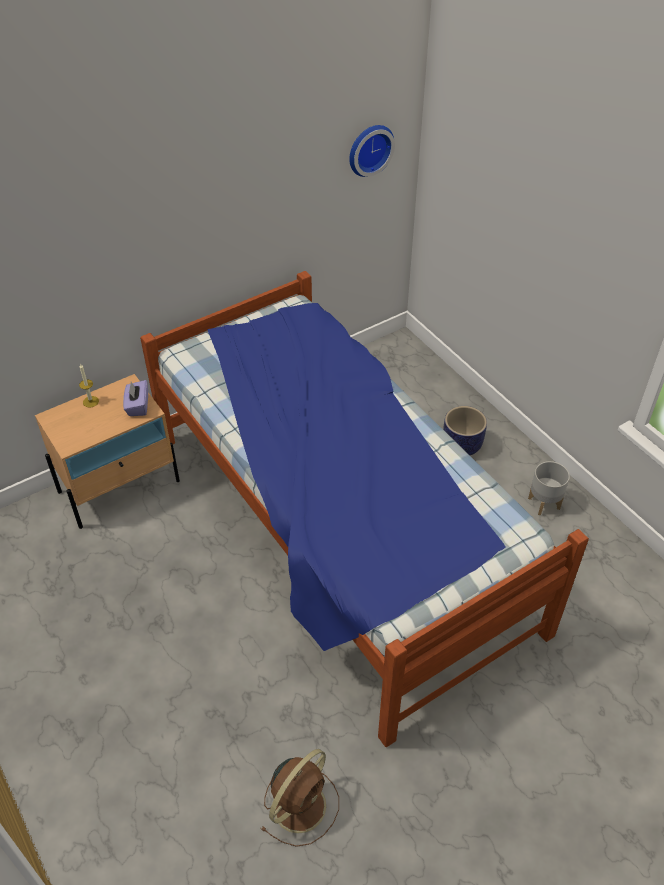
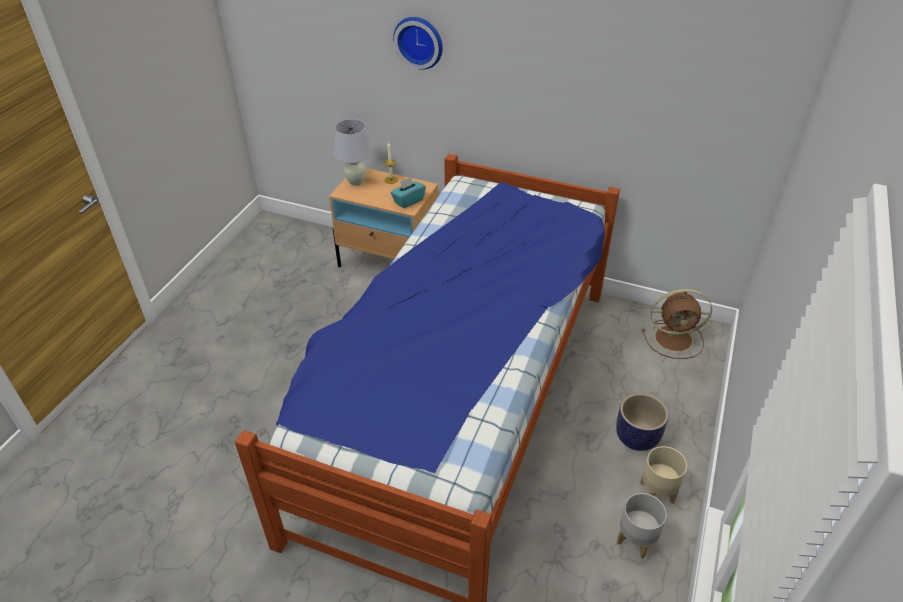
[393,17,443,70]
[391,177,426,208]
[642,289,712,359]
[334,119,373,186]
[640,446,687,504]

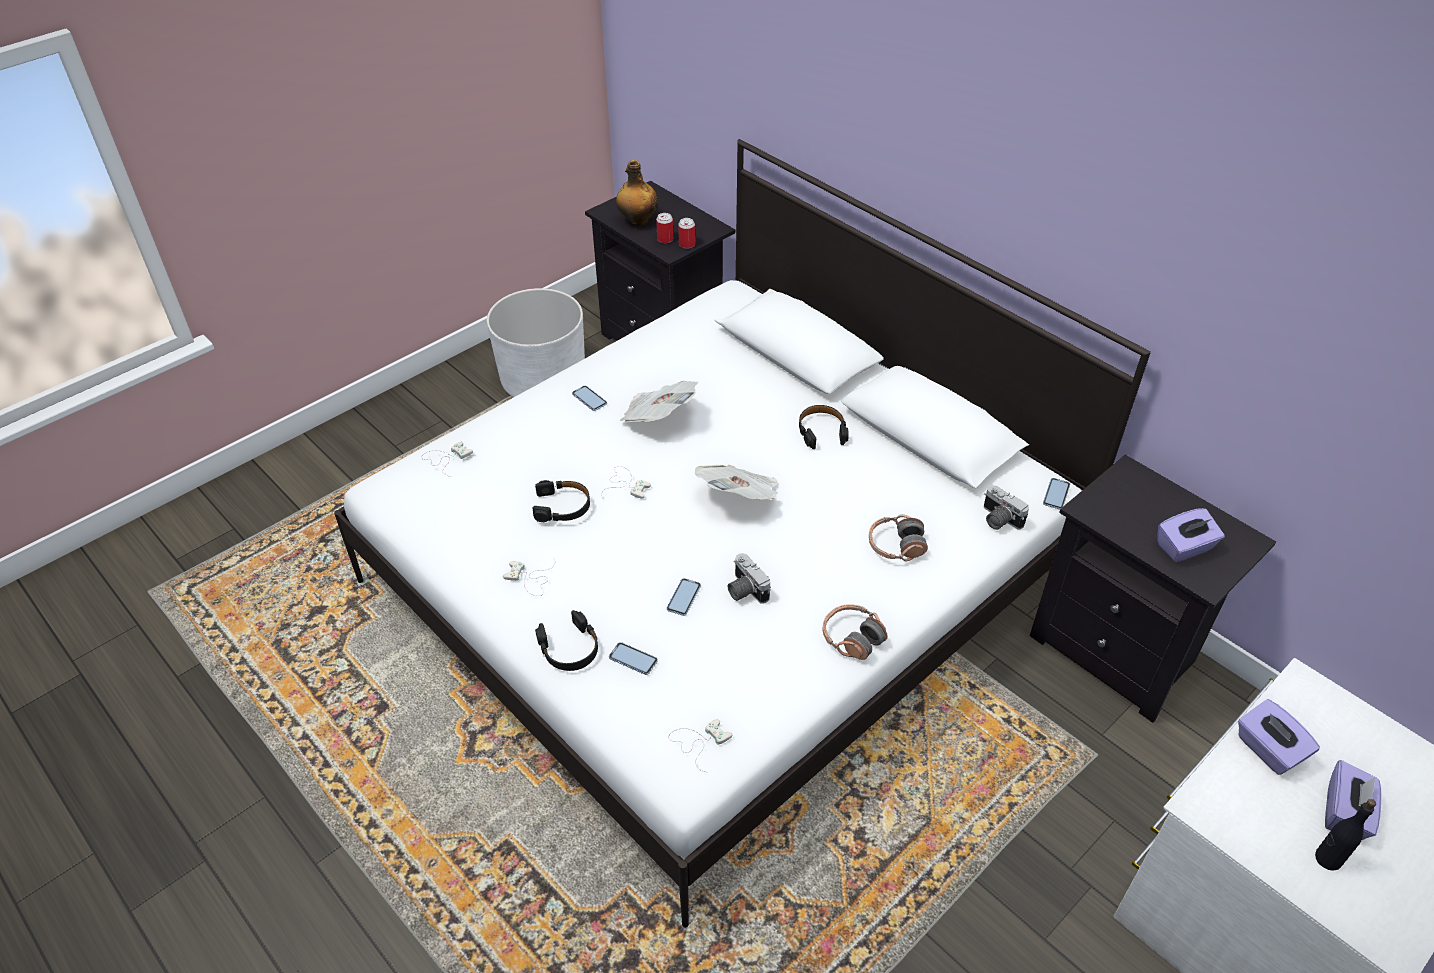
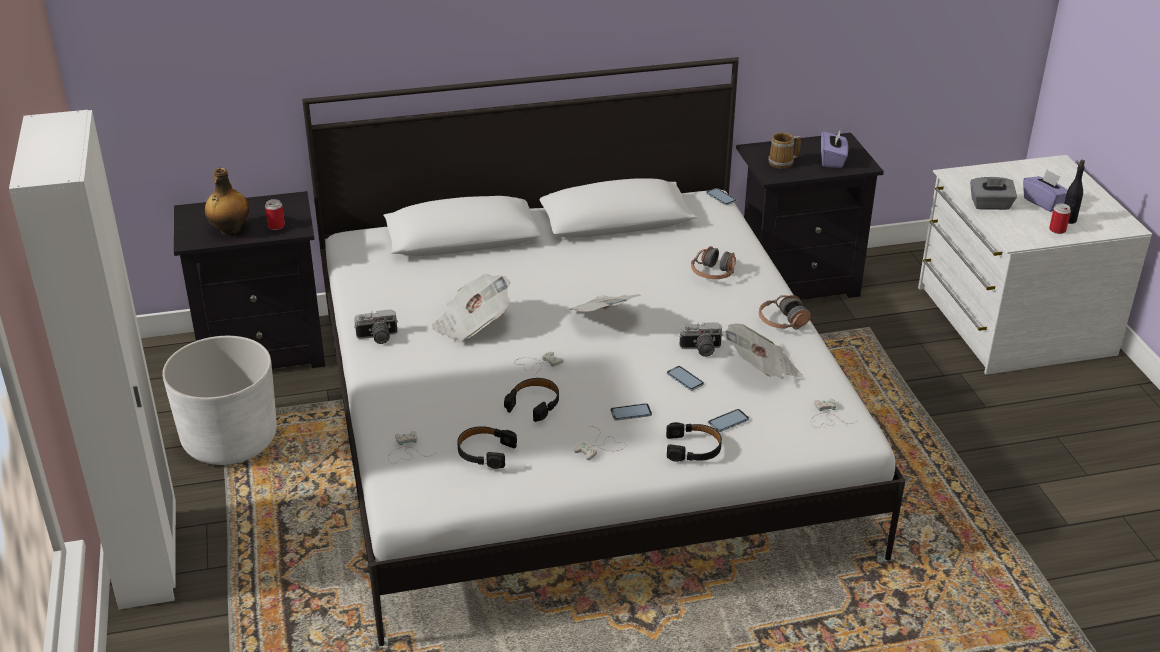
[1049,203,1071,234]
[610,403,652,421]
[457,426,517,469]
[354,309,398,344]
[970,177,1017,210]
[9,110,176,610]
[769,133,801,169]
[722,324,803,379]

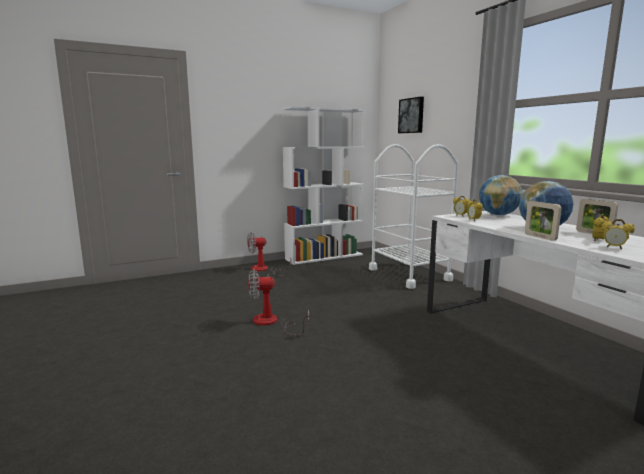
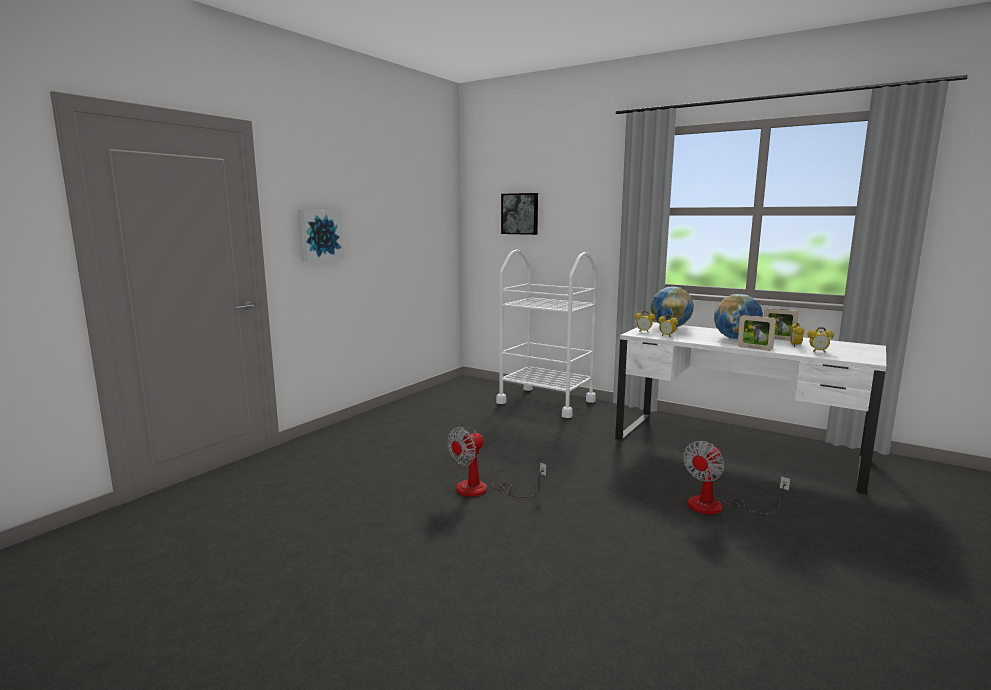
[282,106,366,265] (first image)
[683,441,790,514]
[298,210,344,262]

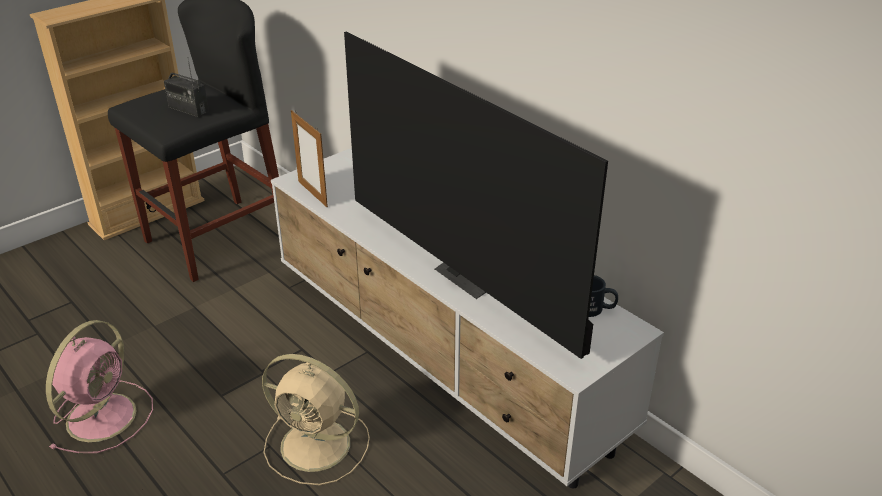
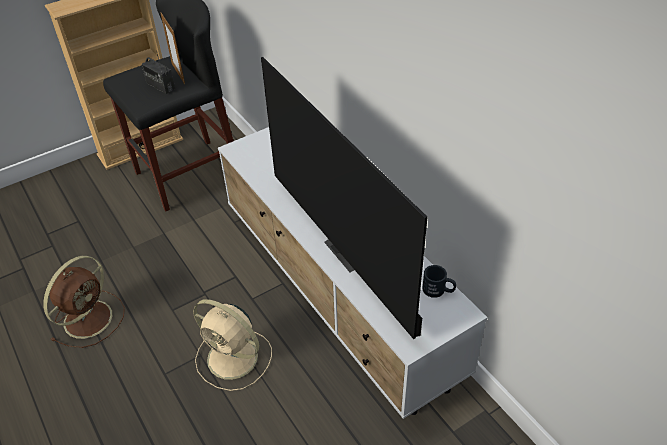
[160,12,185,84]
[43,256,125,348]

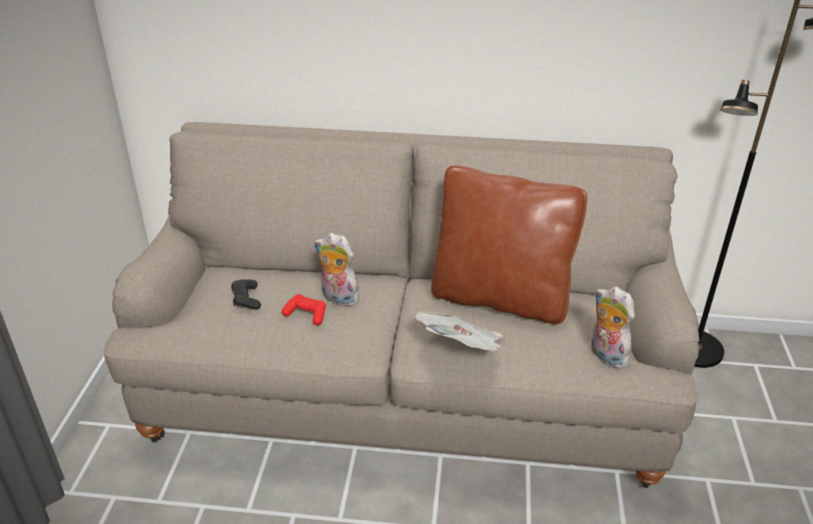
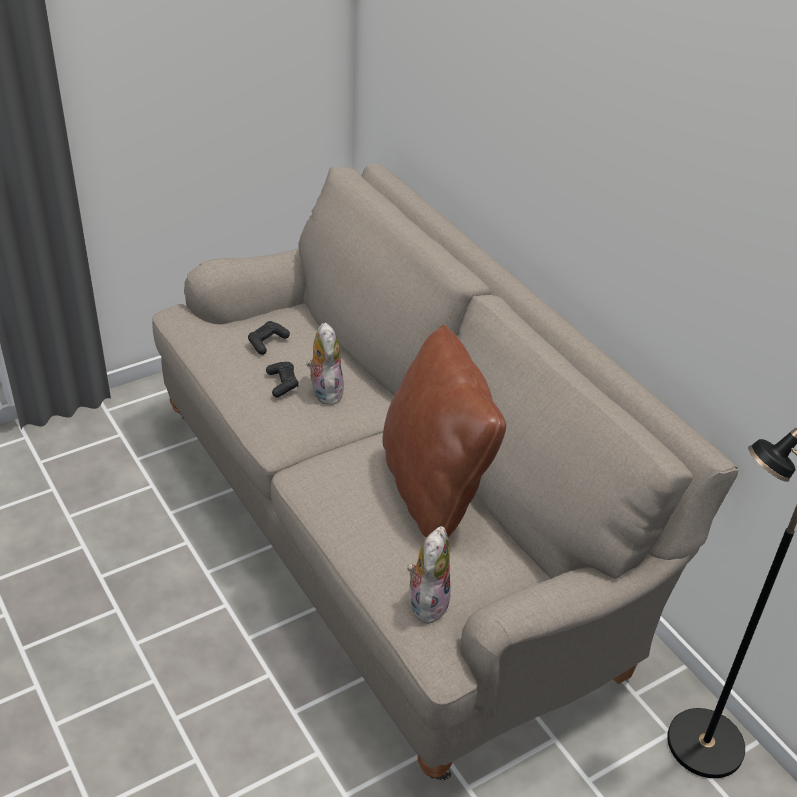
[266,362,299,397]
[415,311,503,352] (first image)

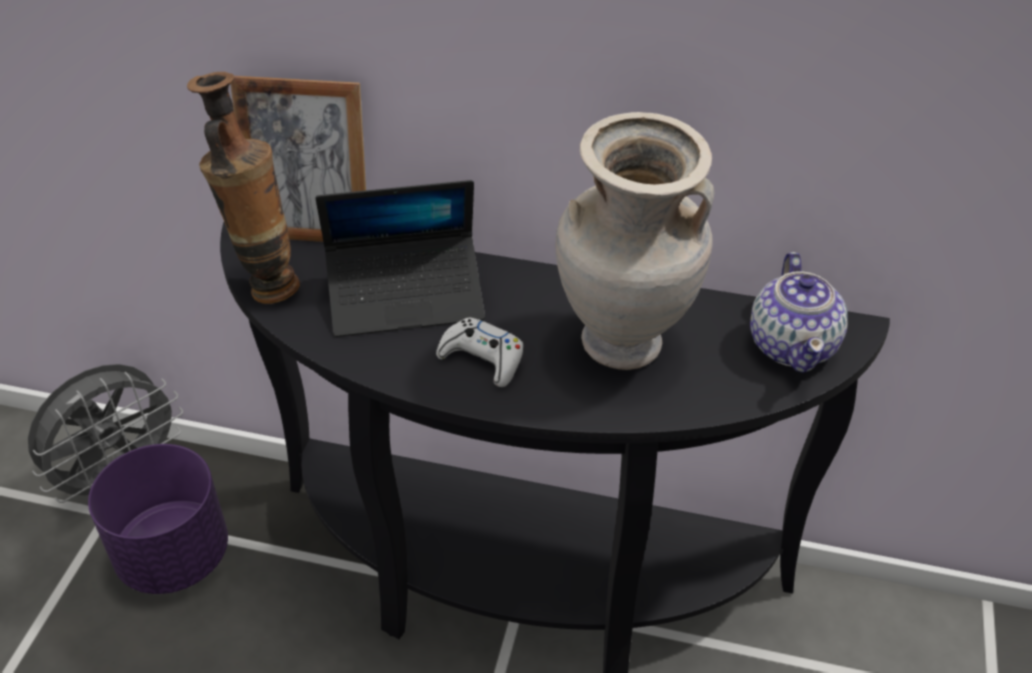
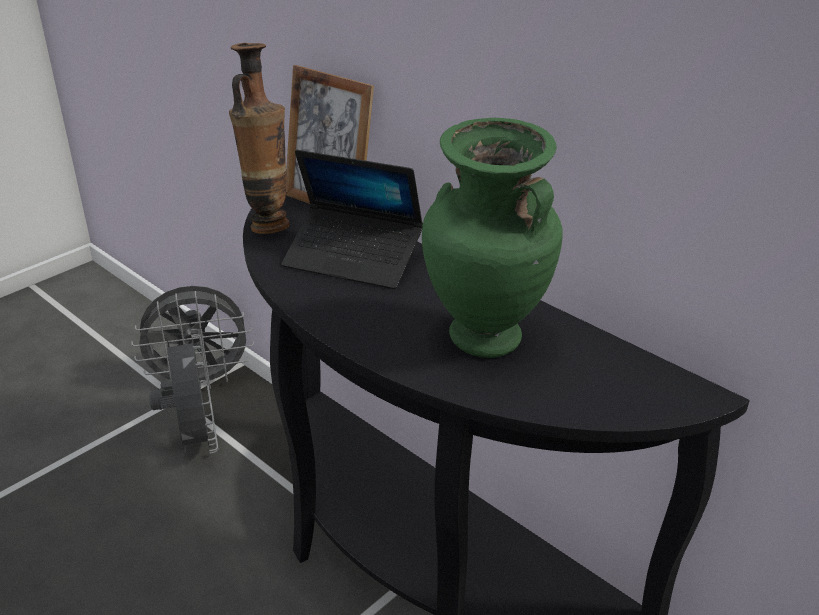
[422,118,563,358]
[750,252,848,373] (first image)
[436,317,523,387] (first image)
[149,329,219,454]

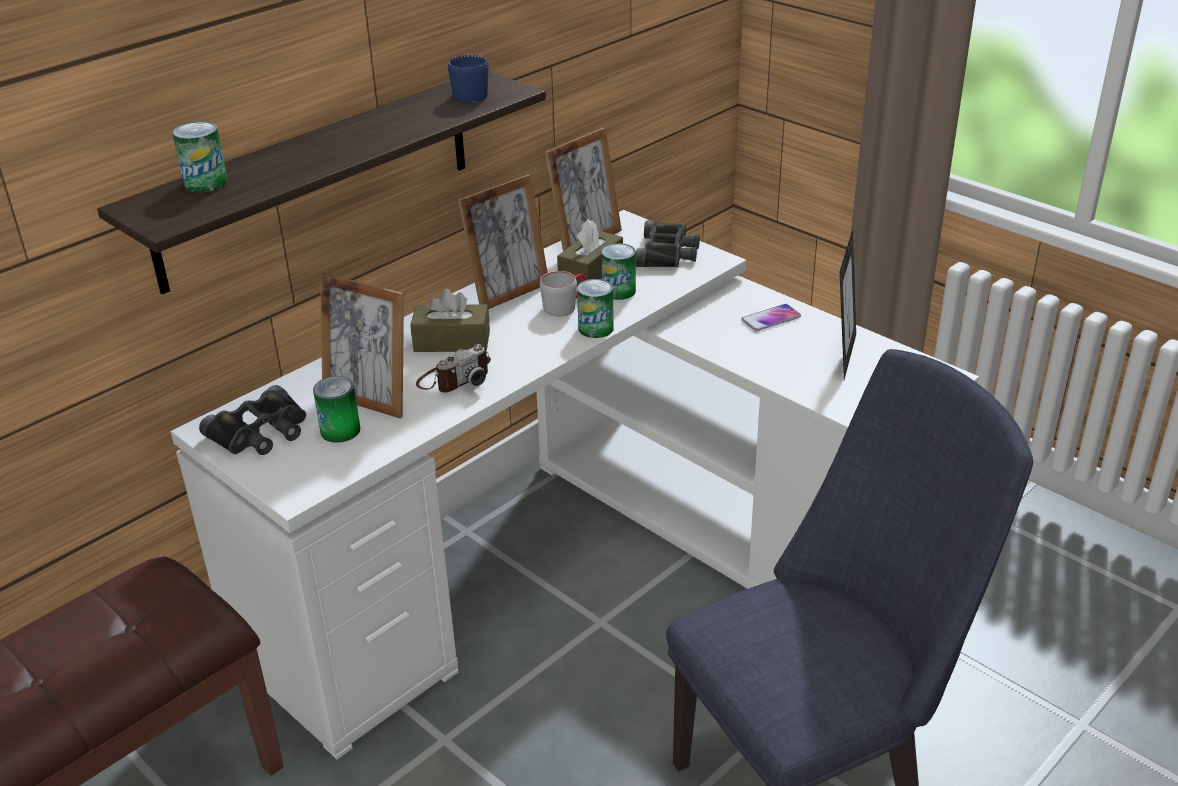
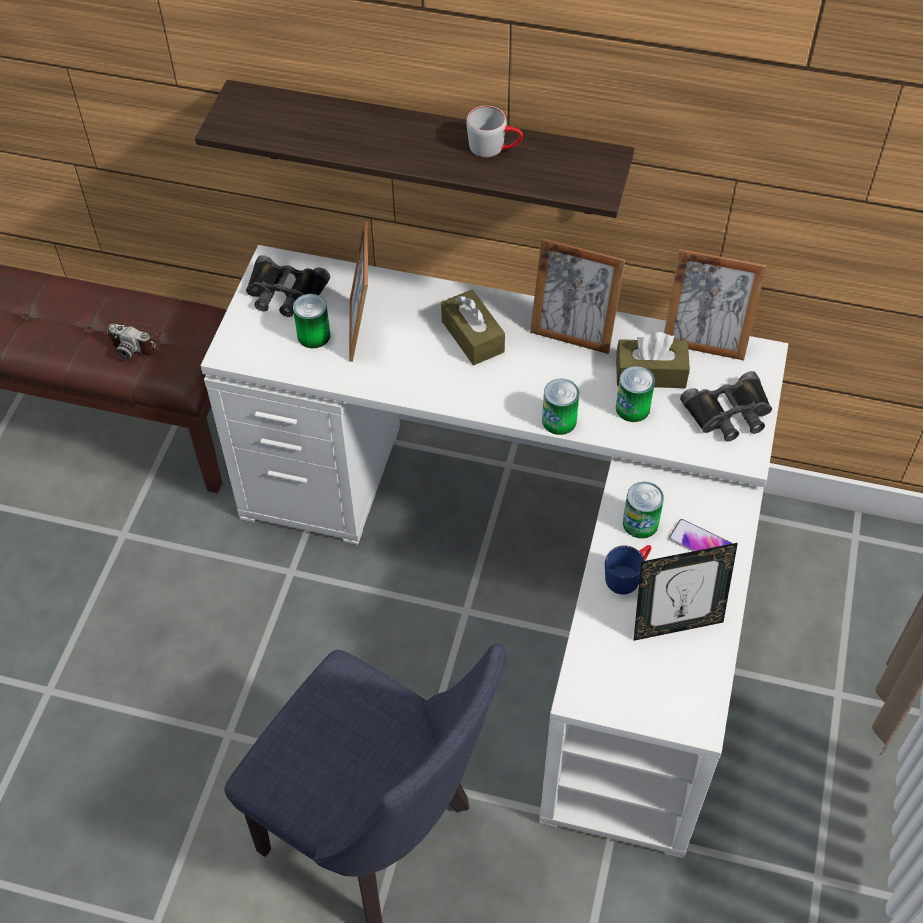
[605,545,651,594]
[623,482,664,538]
[466,106,523,157]
[106,321,162,360]

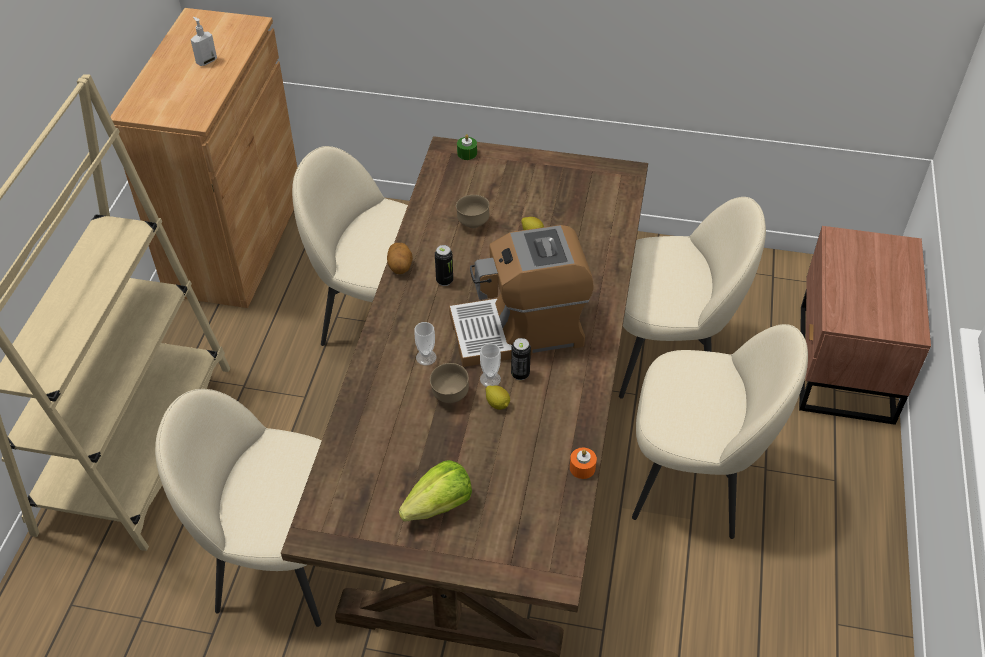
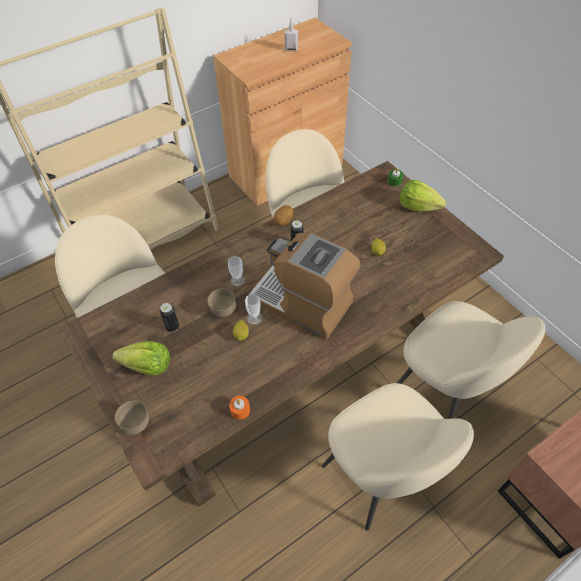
[115,401,149,435]
[160,303,179,332]
[399,180,446,212]

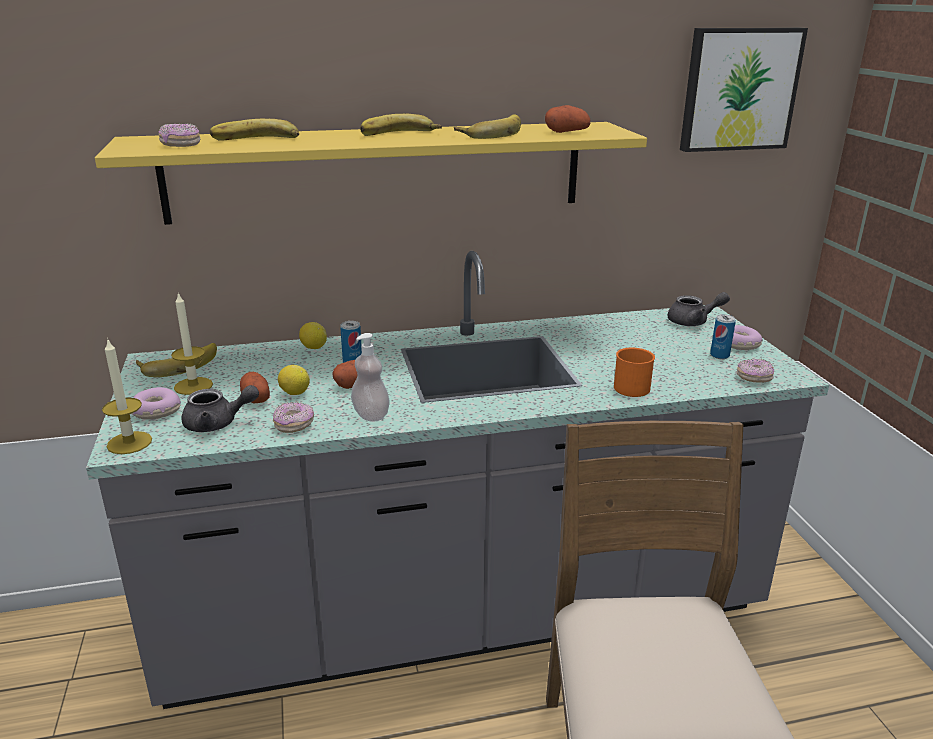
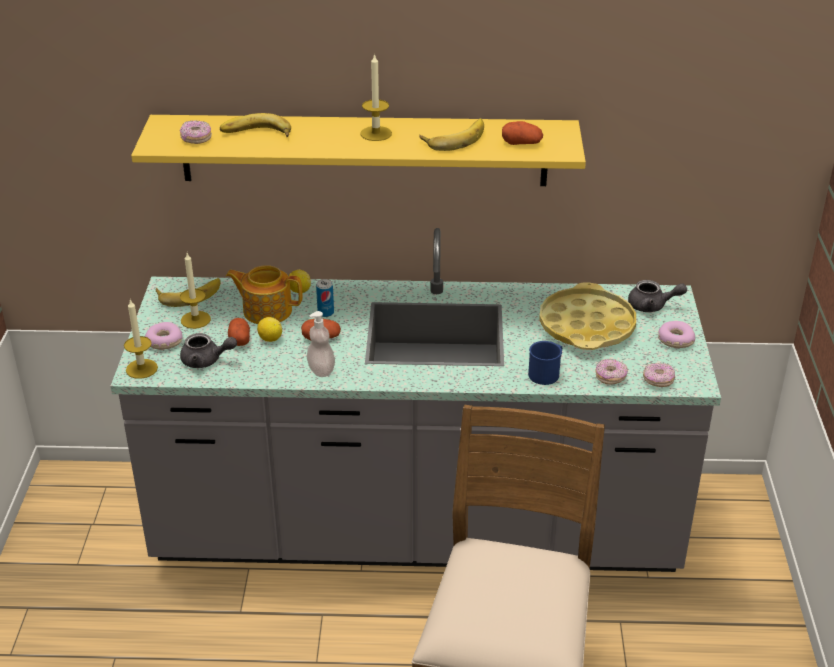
[680,28,808,152] (first image)
[360,53,392,141]
[710,314,736,359] (first image)
[528,341,562,385]
[595,359,628,385]
[226,265,302,324]
[539,283,636,350]

